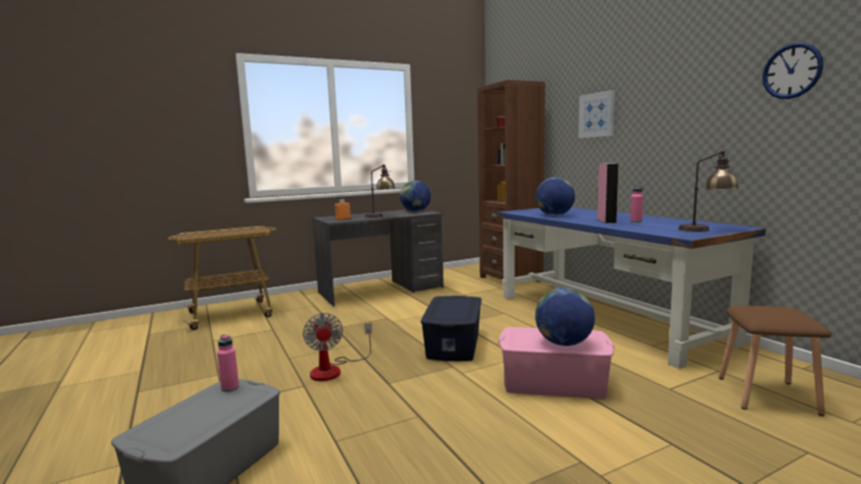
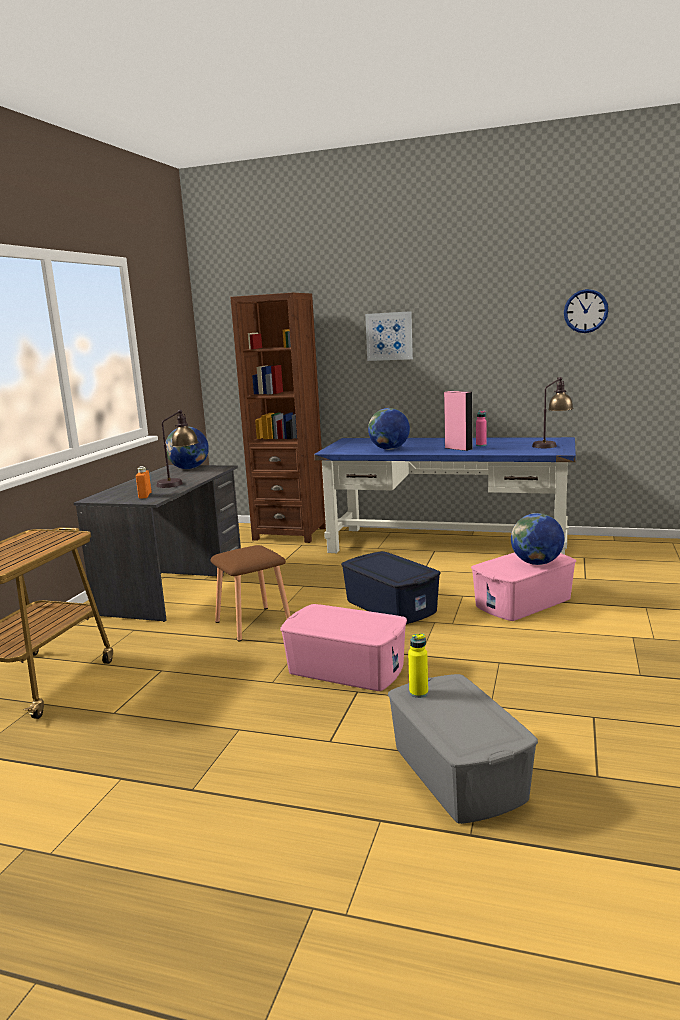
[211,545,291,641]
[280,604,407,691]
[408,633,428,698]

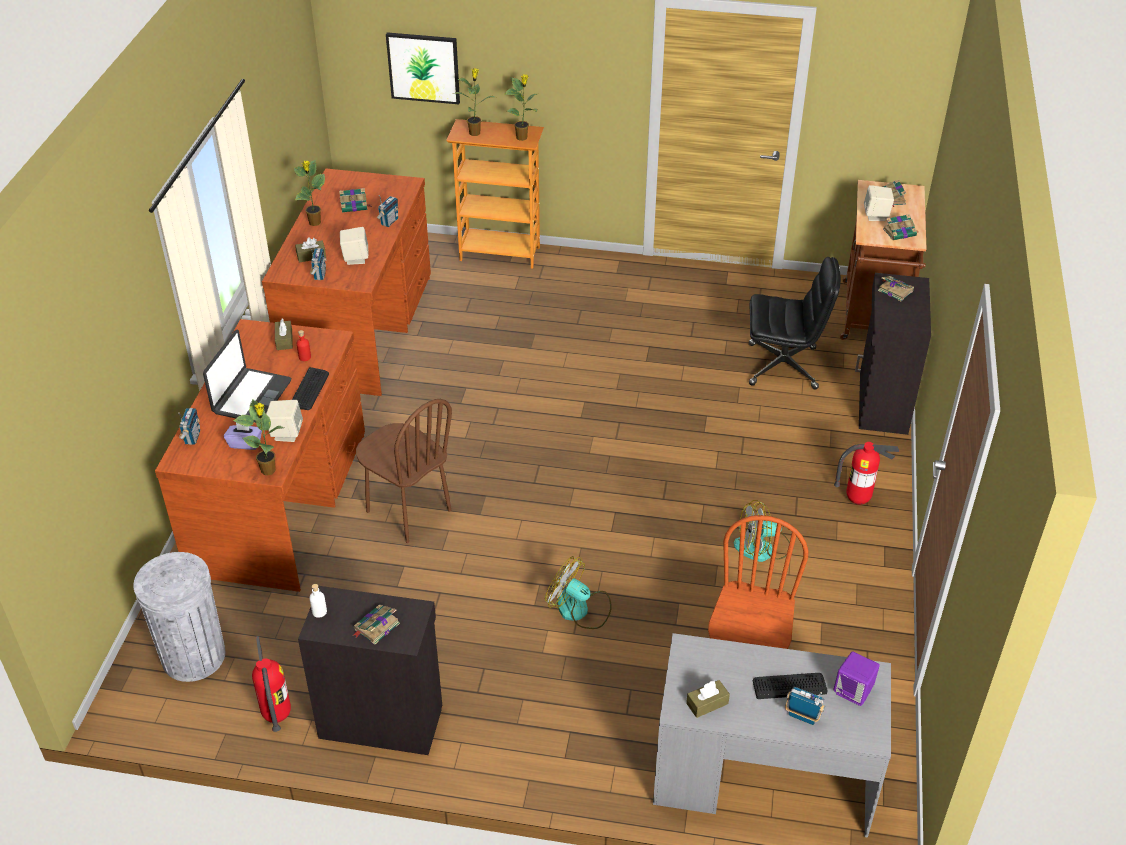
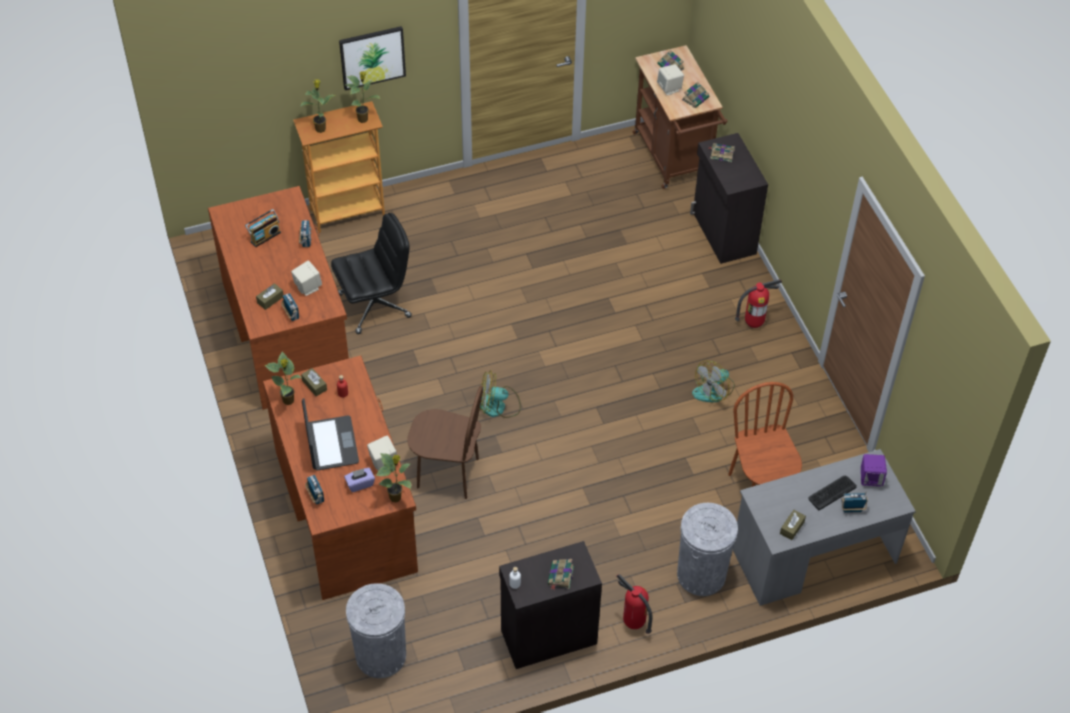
[339,26,406,90]
[265,352,301,405]
[245,209,281,247]
[331,213,412,334]
[292,367,329,410] (first image)
[479,370,521,418]
[617,574,653,634]
[677,503,738,596]

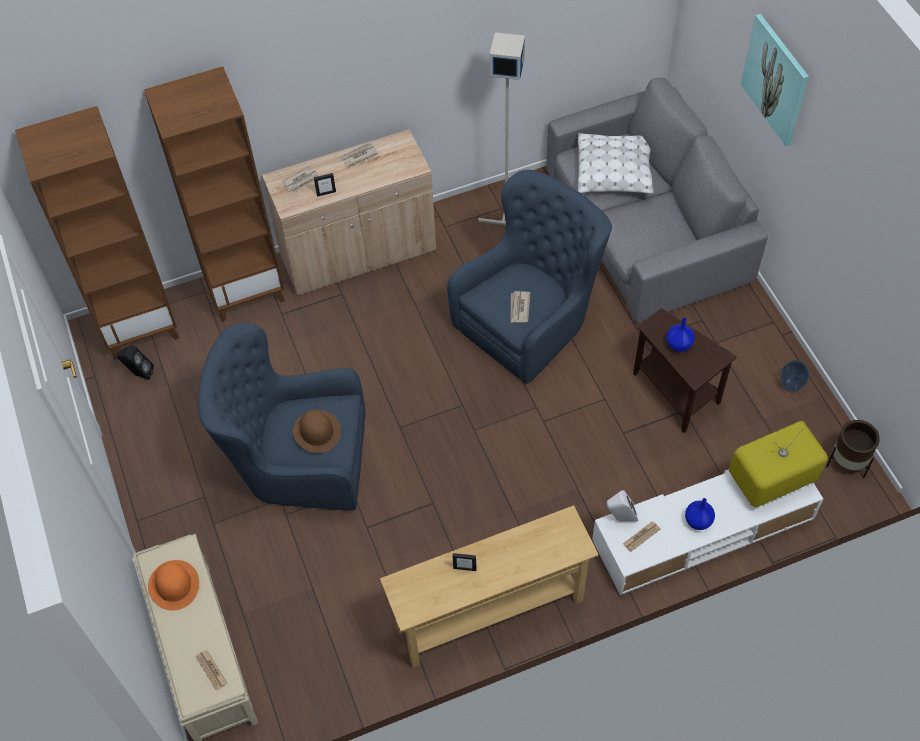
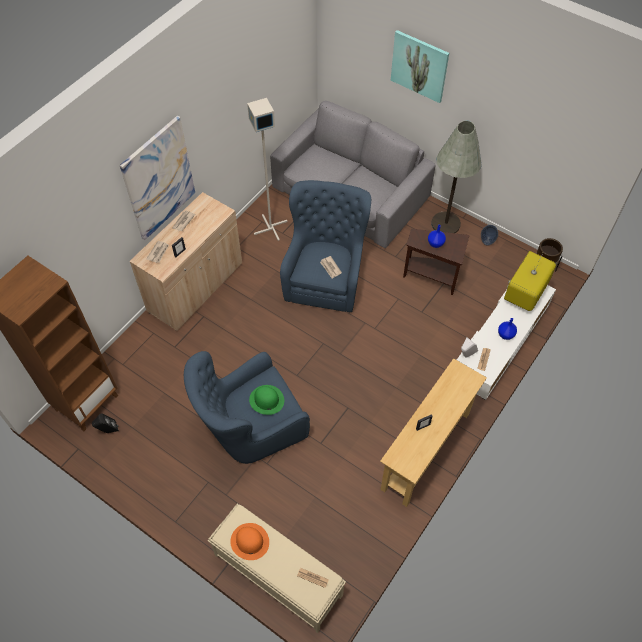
[144,66,285,322] (first image)
[578,133,654,194] (first image)
[249,385,284,415]
[119,116,195,240]
[431,120,482,233]

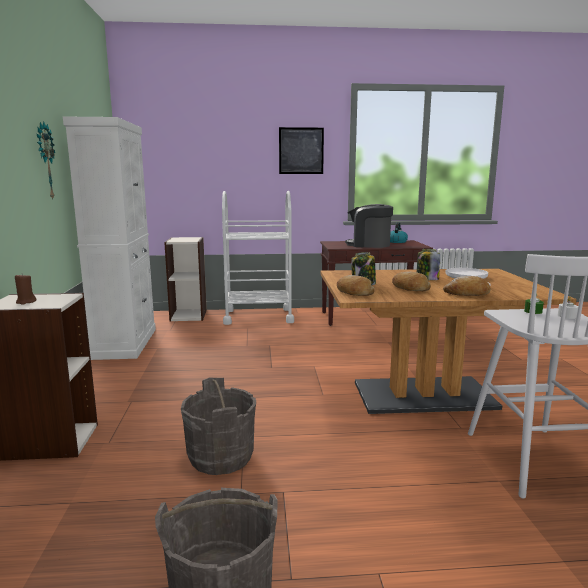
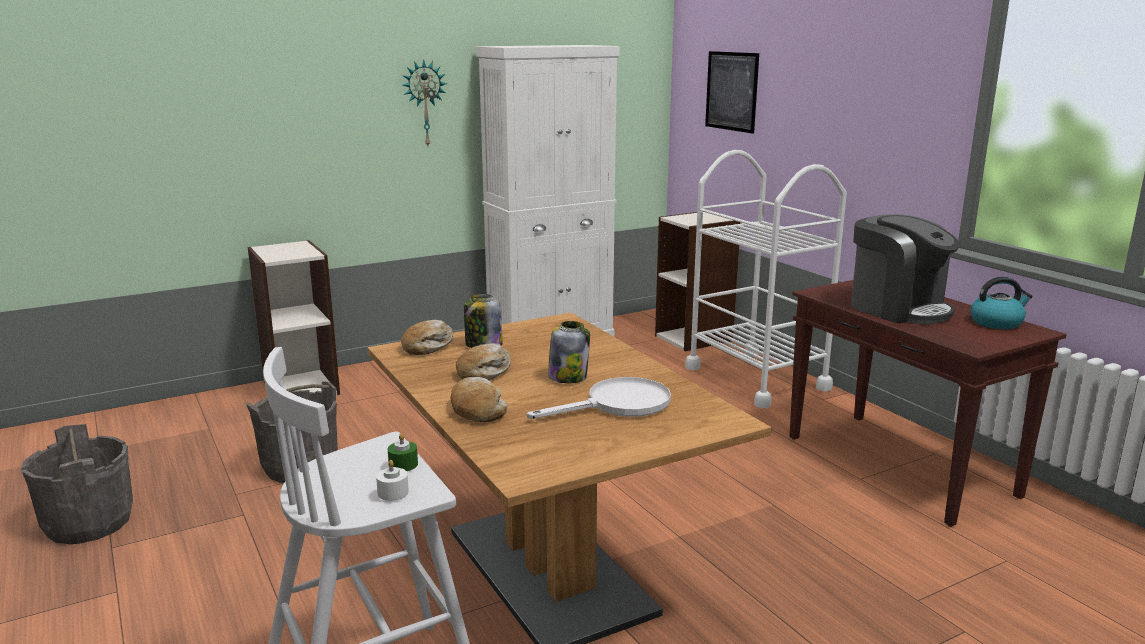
[705,51,759,134]
[851,214,960,324]
[15,273,36,305] (first image)

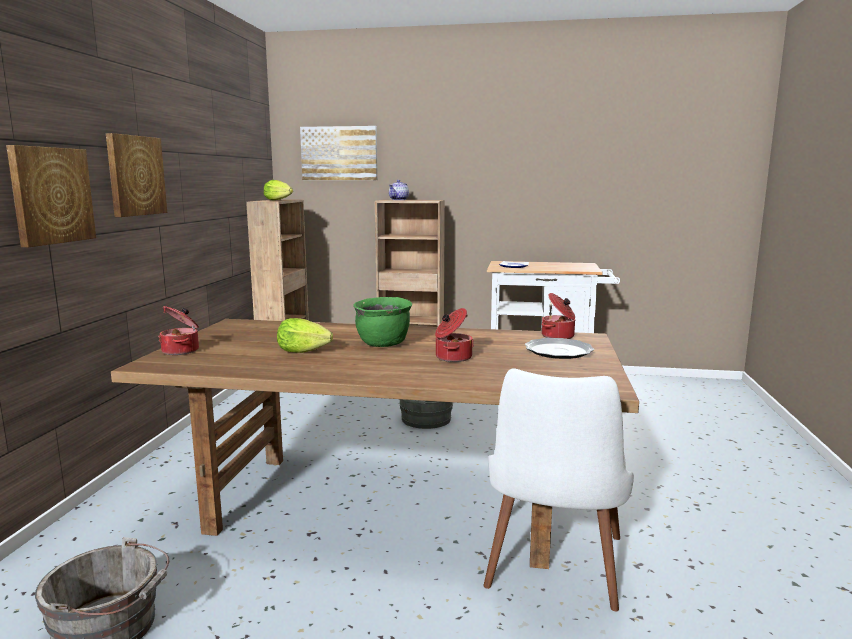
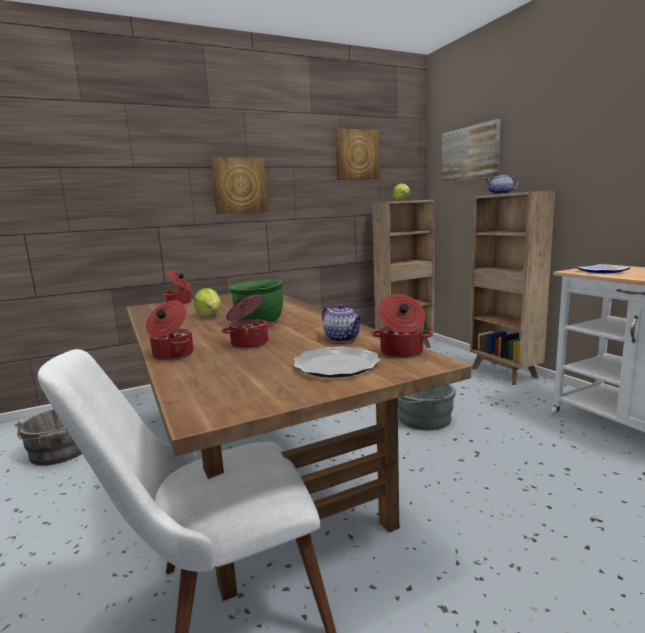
[335,128,380,180]
[146,301,194,360]
[322,304,363,342]

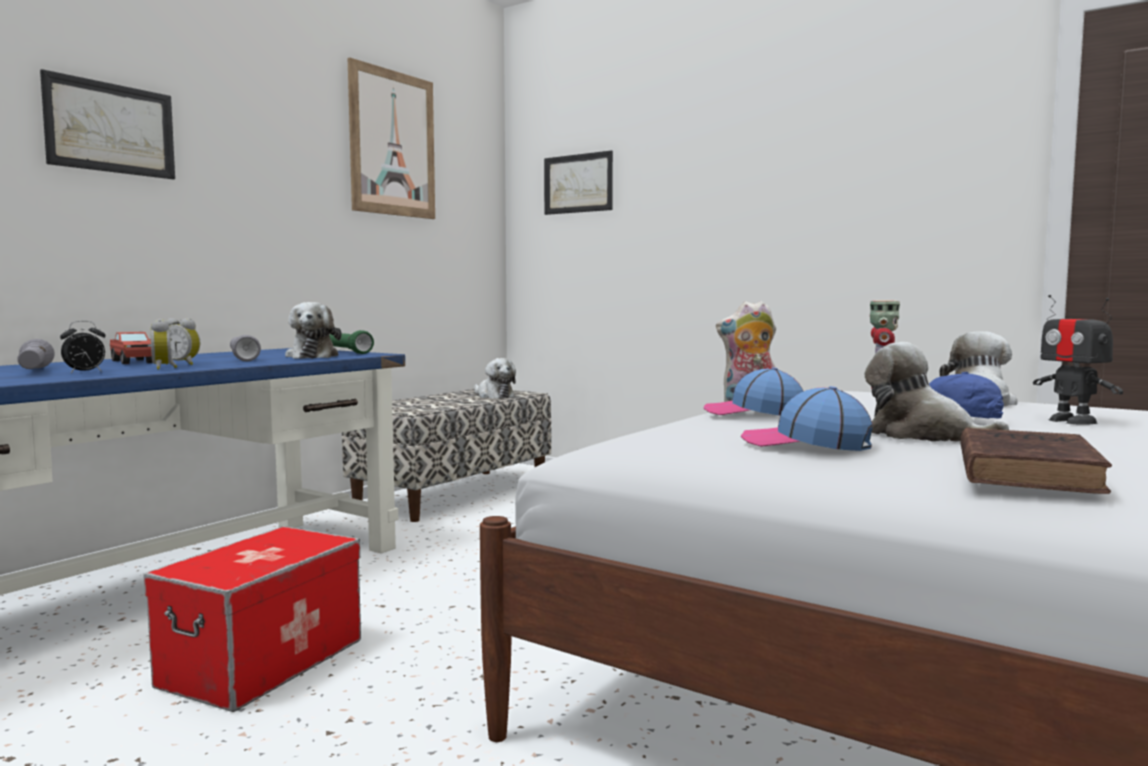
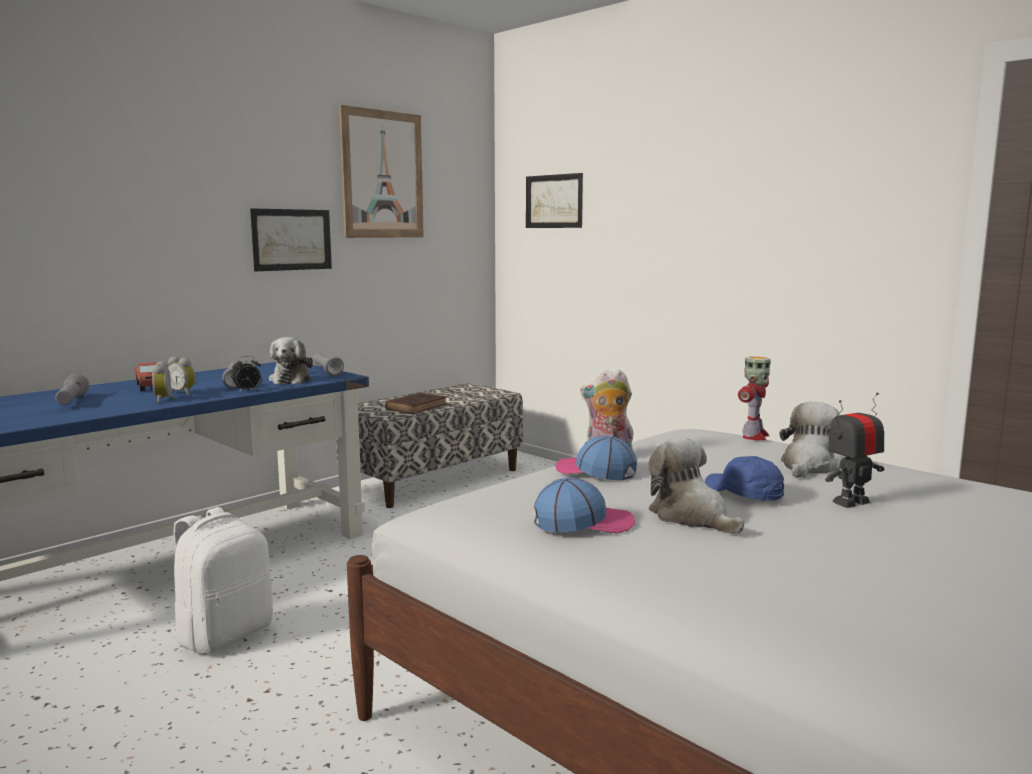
[250,208,332,271]
[825,392,884,508]
[233,356,261,393]
[313,353,344,376]
[474,358,516,399] (first image)
[534,477,635,534]
[385,392,447,414]
[173,507,273,654]

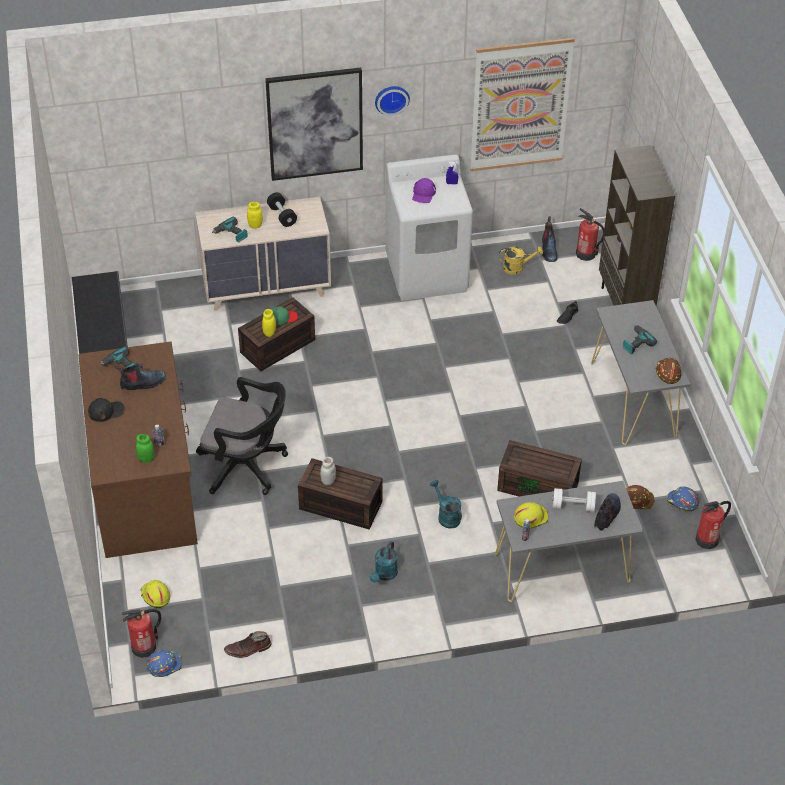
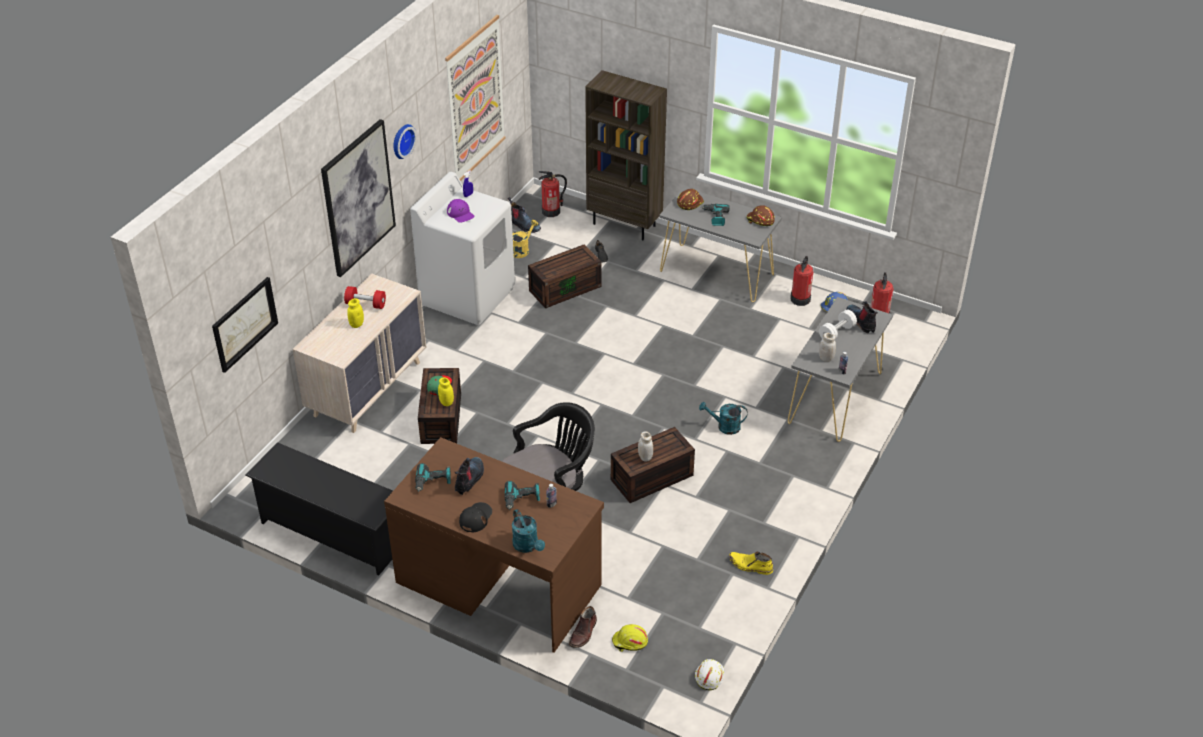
[344,286,386,309]
[504,481,540,510]
[136,434,154,463] (first image)
[528,244,601,308]
[677,189,704,210]
[819,333,836,362]
[512,509,545,553]
[790,256,813,306]
[569,606,597,648]
[695,659,724,690]
[212,277,278,373]
[729,551,773,575]

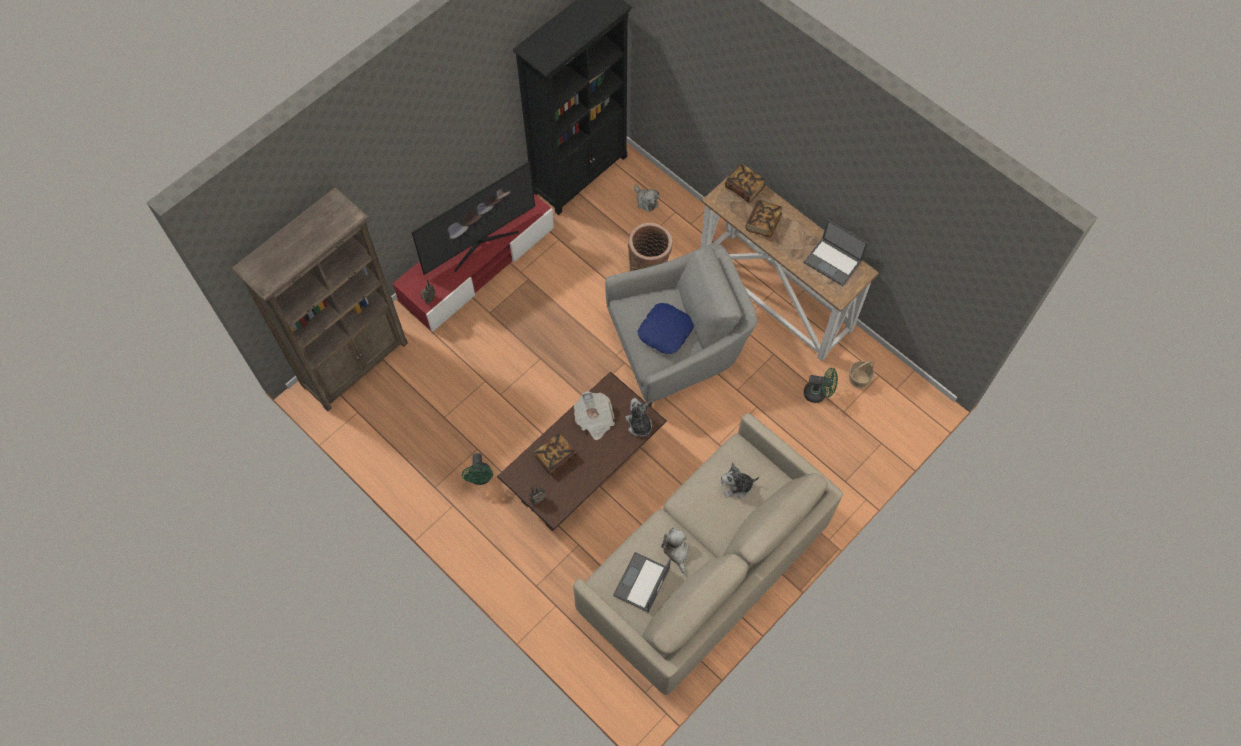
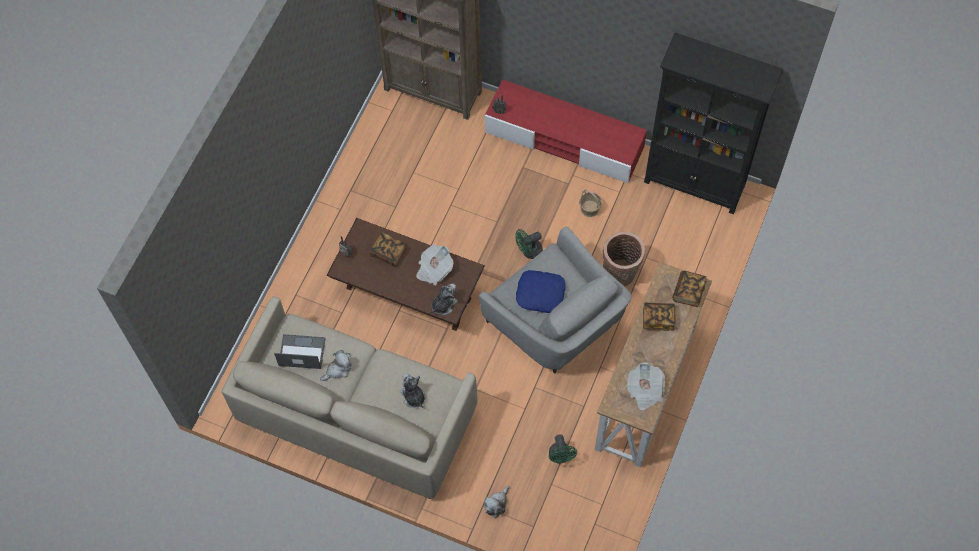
[412,161,535,275] (first image)
[484,486,509,518]
[626,362,665,410]
[579,189,602,217]
[515,229,543,259]

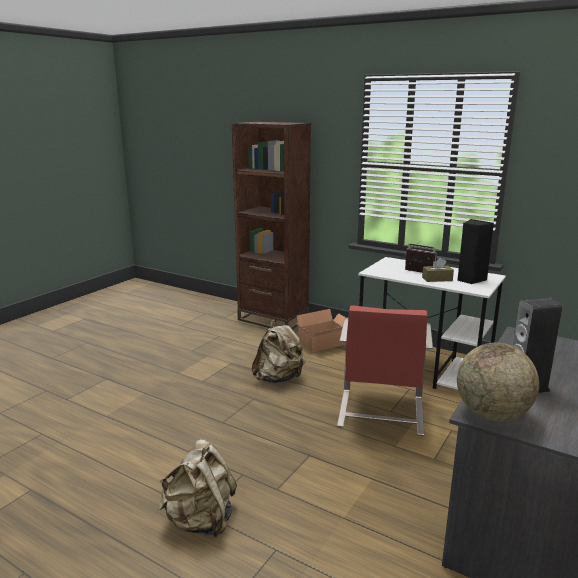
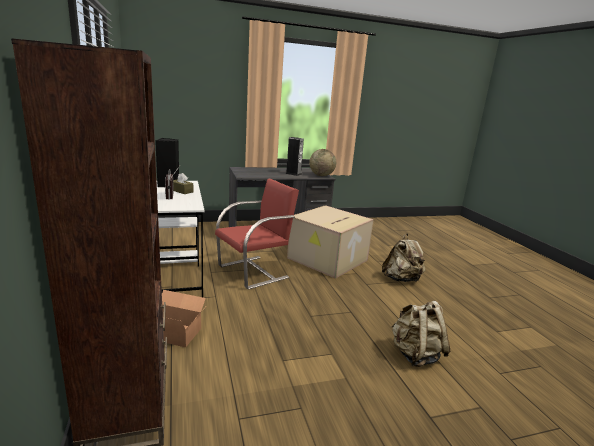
[391,301,450,367]
[287,205,374,279]

